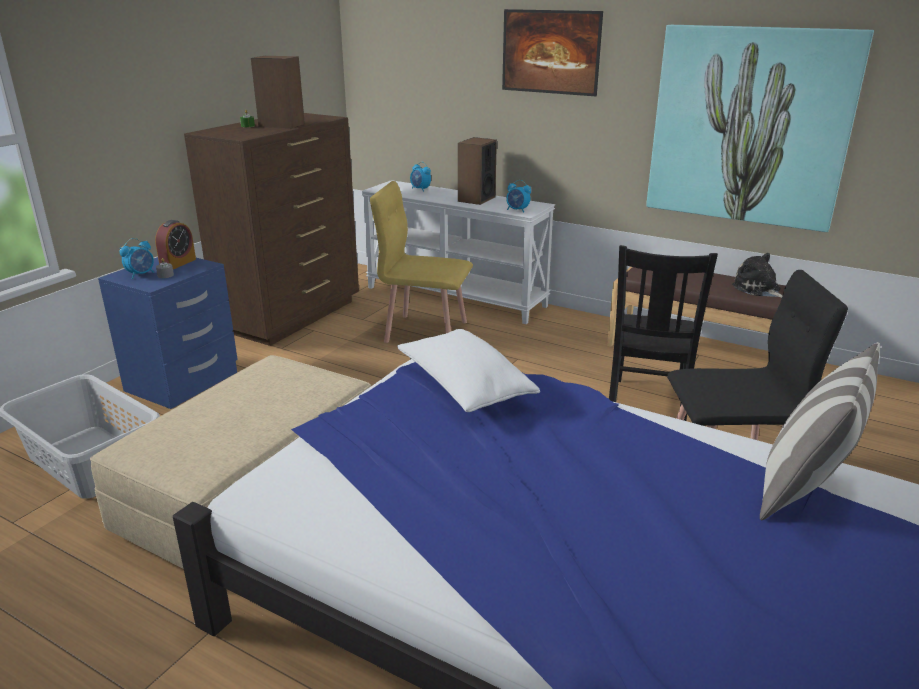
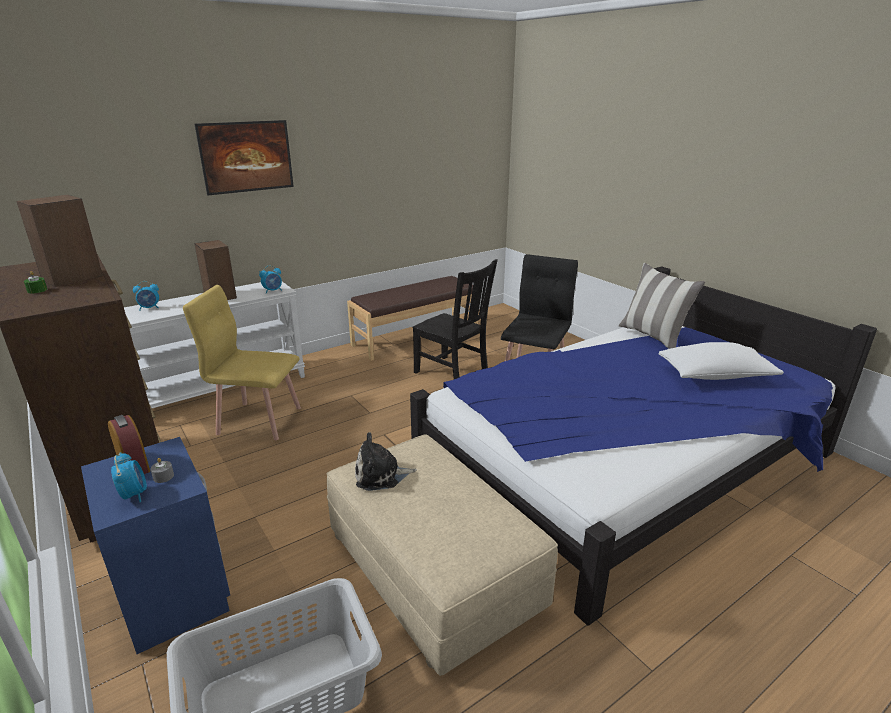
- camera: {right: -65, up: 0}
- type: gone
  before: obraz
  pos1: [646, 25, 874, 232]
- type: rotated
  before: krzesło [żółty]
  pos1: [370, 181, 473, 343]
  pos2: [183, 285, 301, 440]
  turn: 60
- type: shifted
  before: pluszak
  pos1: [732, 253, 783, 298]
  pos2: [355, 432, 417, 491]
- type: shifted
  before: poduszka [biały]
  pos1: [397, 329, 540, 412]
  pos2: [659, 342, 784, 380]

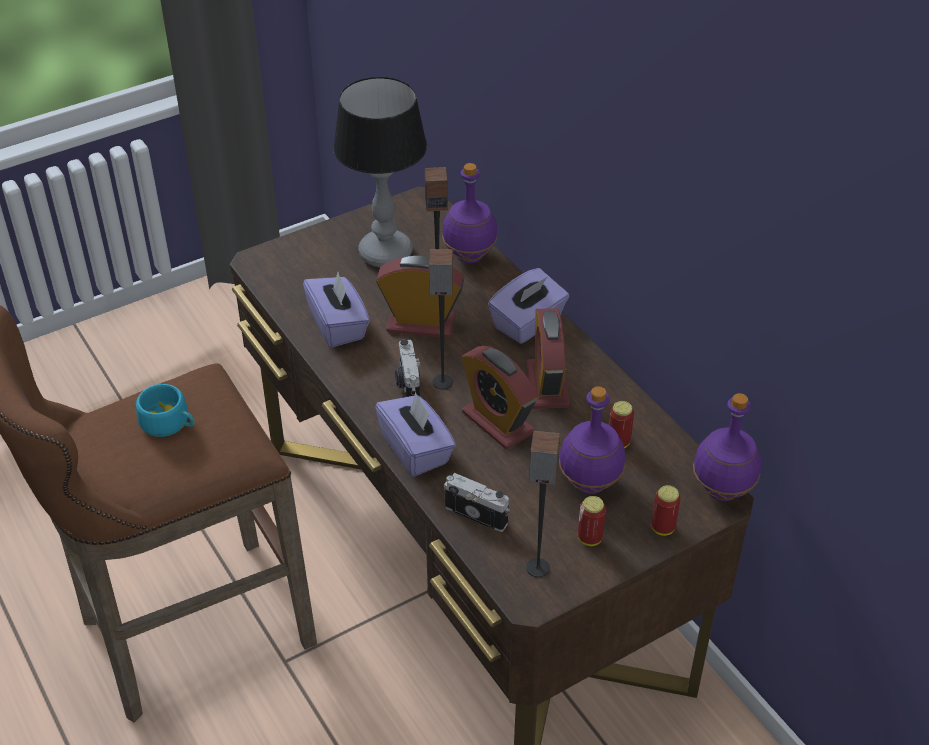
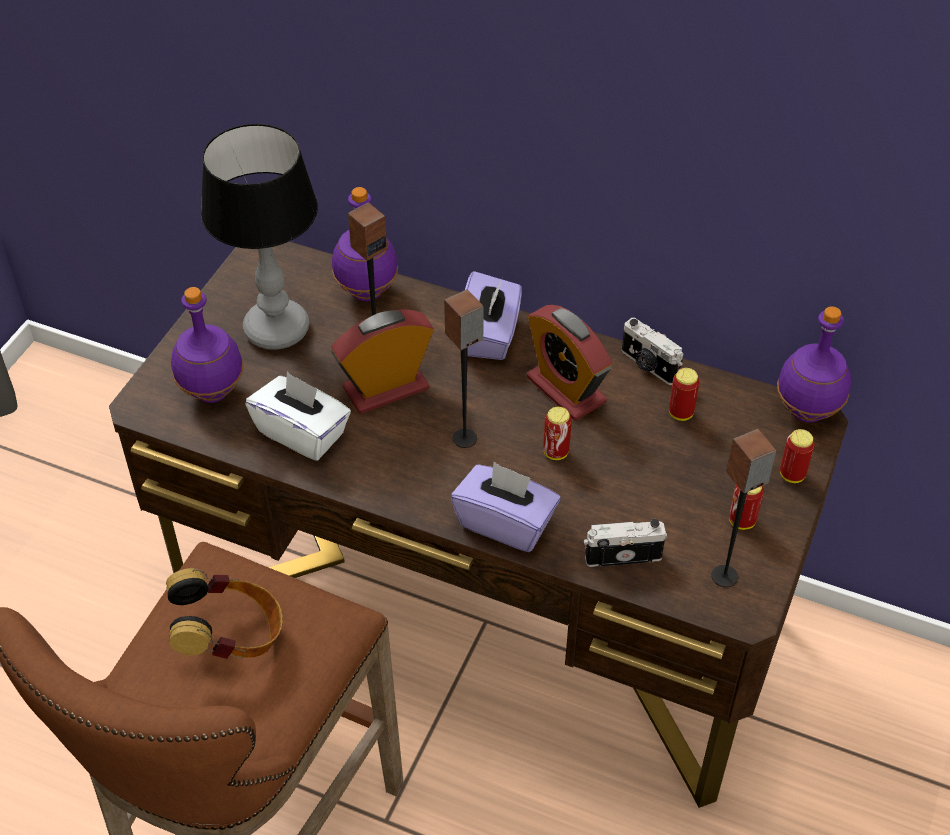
- camera: {right: -35, up: 5}
- type: repainted
  before: pudełko chusteczek [fioletowy]
  after: pudełko chusteczek [biały]
  pos1: [303, 272, 370, 348]
  pos2: [245, 372, 351, 461]
- type: shifted
  before: aparat fotograficzny
  pos1: [395, 339, 421, 397]
  pos2: [622, 318, 683, 385]
- type: swapped
  before: budzik
  after: puszka
  pos1: [462, 346, 538, 449]
  pos2: [543, 407, 572, 460]
- type: swapped
  before: filiżanka [turkusowy]
  after: słuchawki
  pos1: [136, 384, 195, 437]
  pos2: [166, 568, 283, 659]
- type: shifted
  before: butelka [fioletowy]
  pos1: [559, 386, 625, 494]
  pos2: [171, 287, 243, 403]

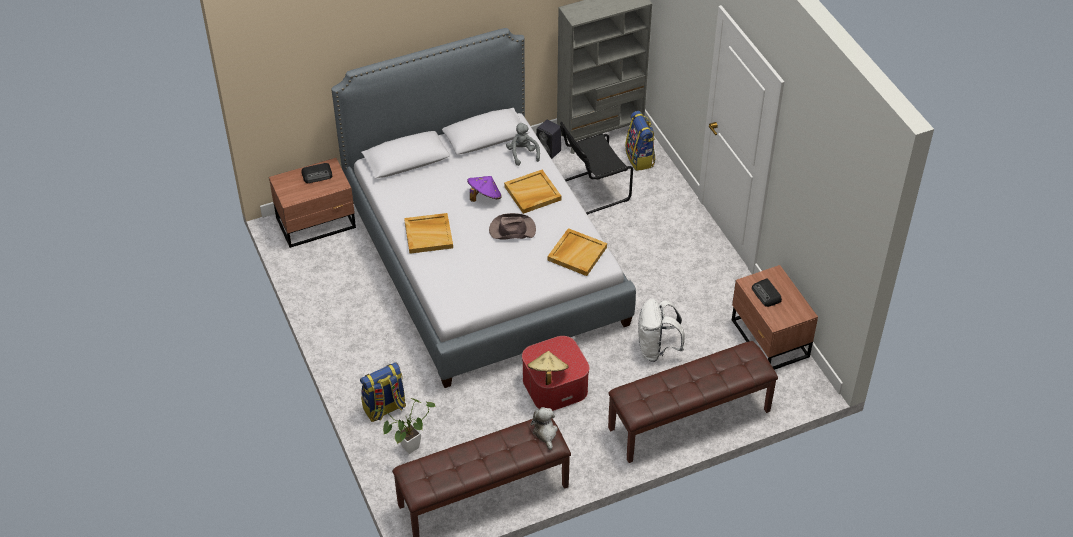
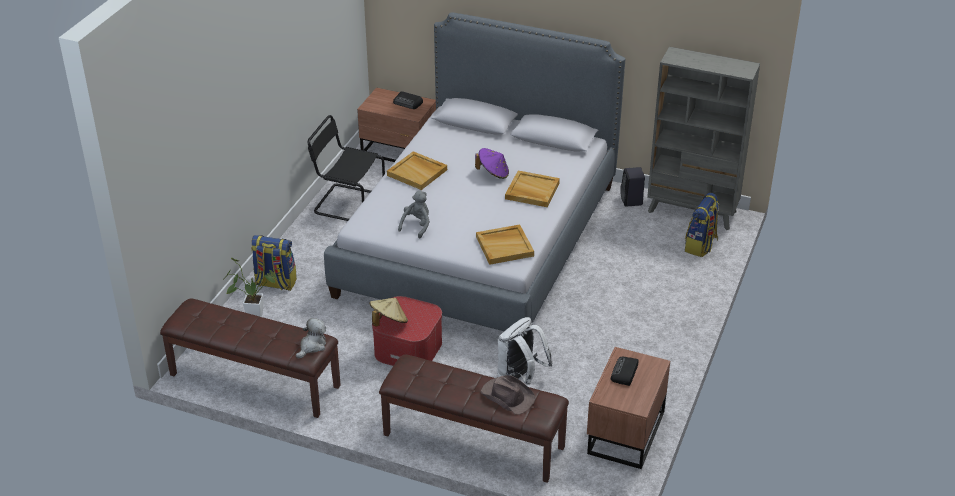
- camera: {right: 45, up: -10}
- type: shifted
  before: krzesło [czarny]
  pos1: [560, 122, 633, 215]
  pos2: [308, 115, 385, 221]
- type: shifted
  before: pluszak [szary]
  pos1: [506, 123, 540, 166]
  pos2: [398, 191, 430, 238]
- type: shifted
  before: kapelusz [brązowy]
  pos1: [489, 213, 536, 240]
  pos2: [481, 375, 535, 415]

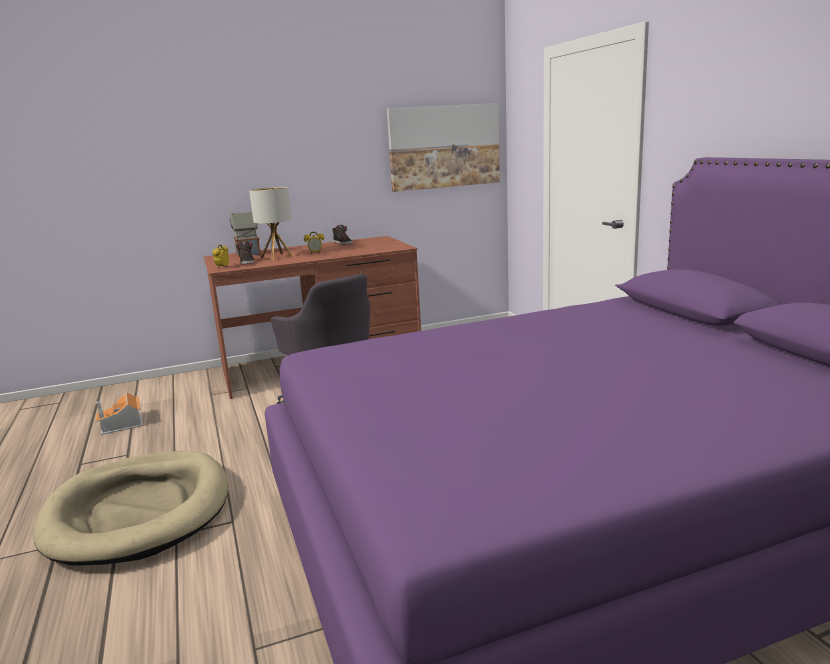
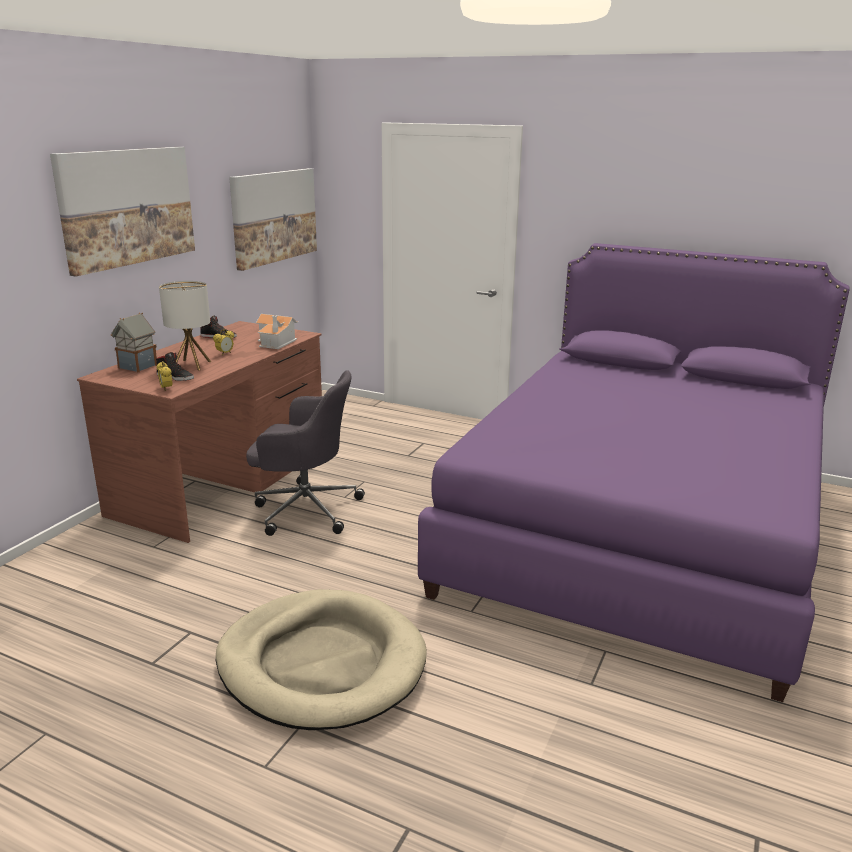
- camera: {right: -45, up: 5}
- type: shifted
  before: domek
  pos1: [96, 392, 143, 435]
  pos2: [256, 314, 298, 349]
- type: new
  after: obraz
  pos2: [50, 147, 195, 277]

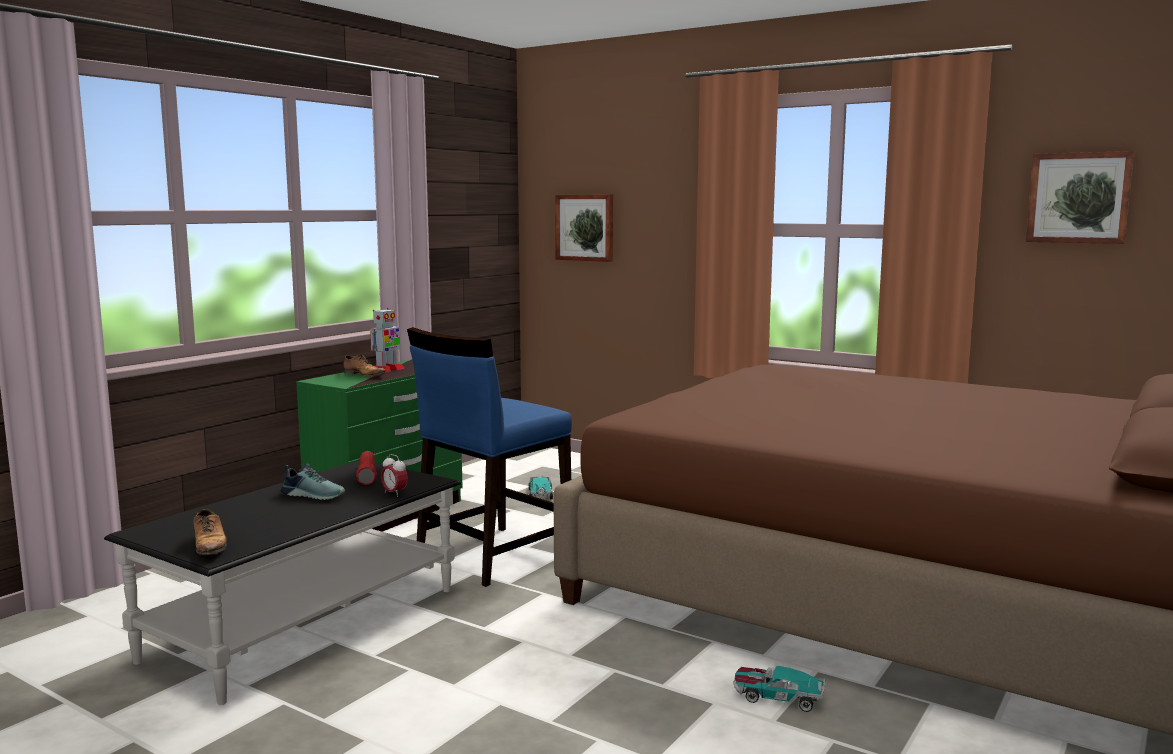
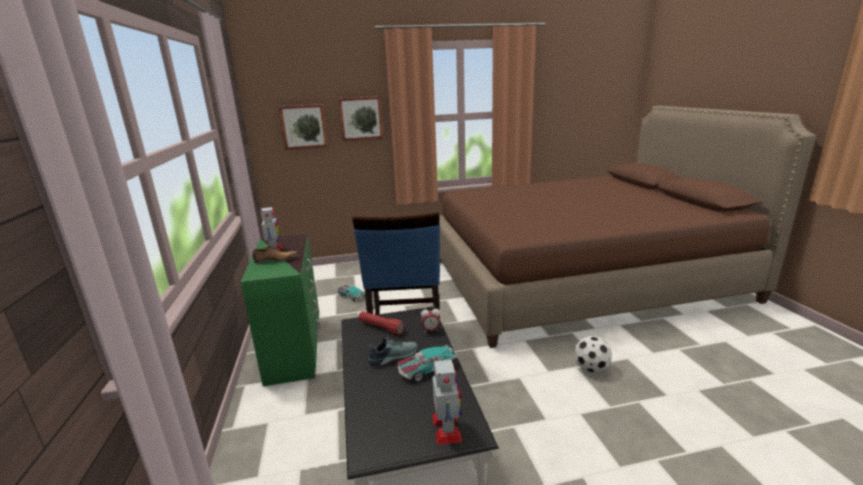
- camera: {right: -45, up: 10}
- type: shifted
  before: obraz
  pos1: [1026, 151, 1135, 244]
  pos2: [338, 96, 384, 141]
- type: swapped
  before: but
  after: robot zabawkowy
  pos1: [193, 509, 227, 555]
  pos2: [432, 357, 462, 445]
- type: shifted
  before: samochodzik
  pos1: [733, 666, 825, 712]
  pos2: [398, 345, 457, 381]
- type: new
  after: piłka futbolowa
  pos2: [574, 336, 612, 373]

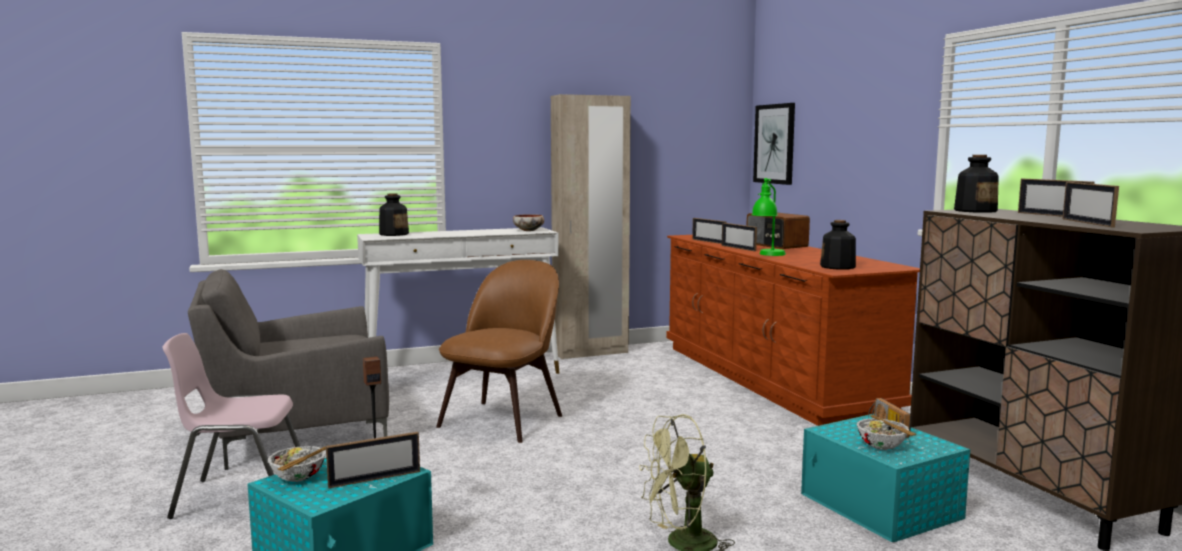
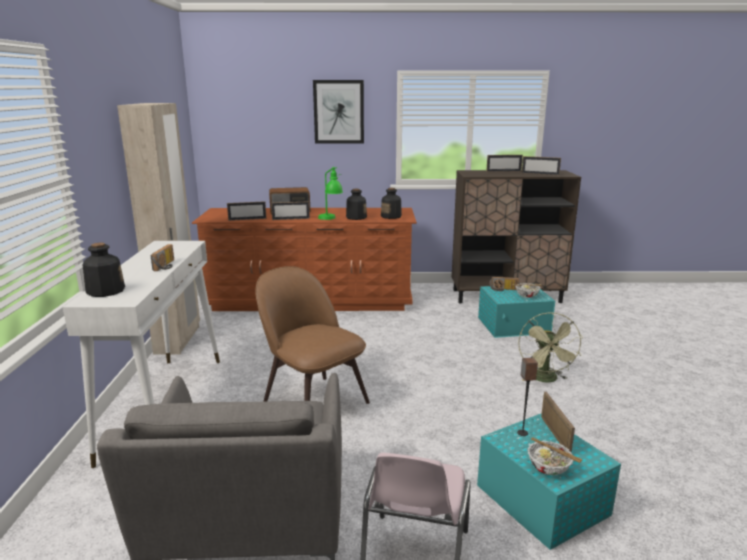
- camera: {right: -70, up: 10}
- type: shifted
  before: obraz
  pos1: [753, 103, 795, 185]
  pos2: [313, 80, 364, 144]
- type: shifted
  before: butelka
  pos1: [954, 155, 999, 213]
  pos2: [346, 189, 367, 220]
- type: gone
  before: miska
  pos1: [513, 214, 544, 231]
- type: new
  after: radio
  pos2: [150, 244, 174, 271]

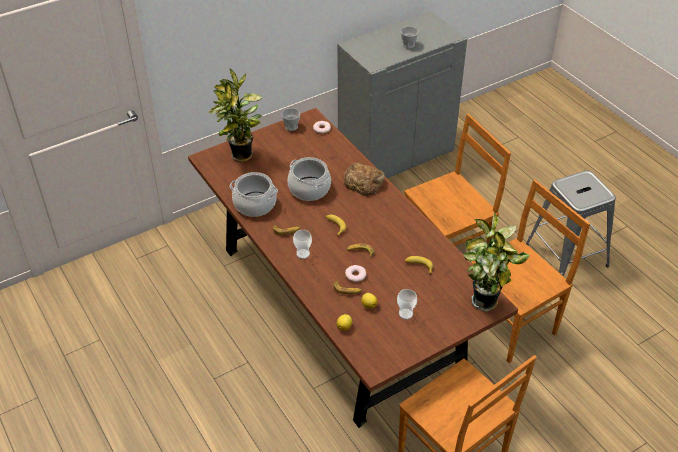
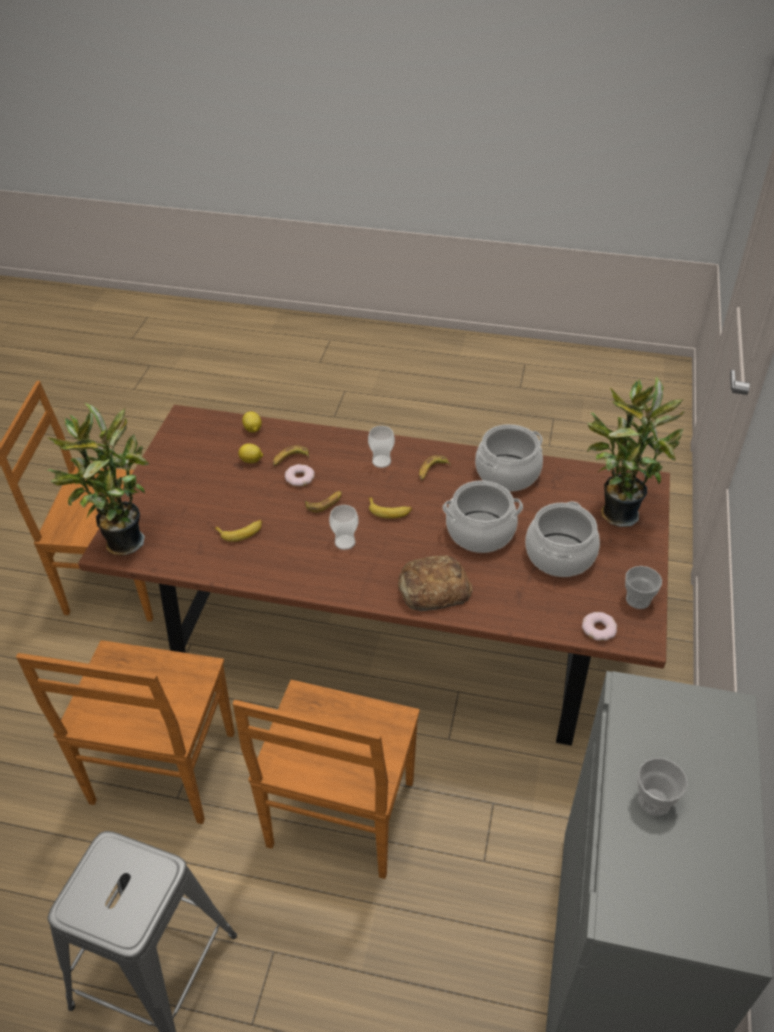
- camera: {right: 135, up: 0}
- type: shifted
  before: filiżanka
  pos1: [397, 289, 417, 320]
  pos2: [329, 505, 359, 550]
- type: new
  after: garnek
  pos2: [525, 501, 600, 577]

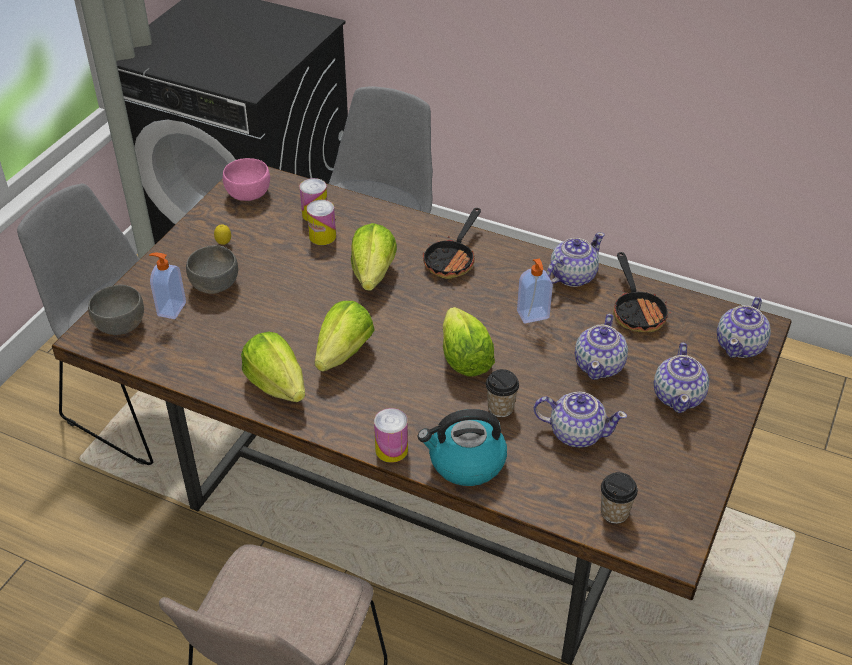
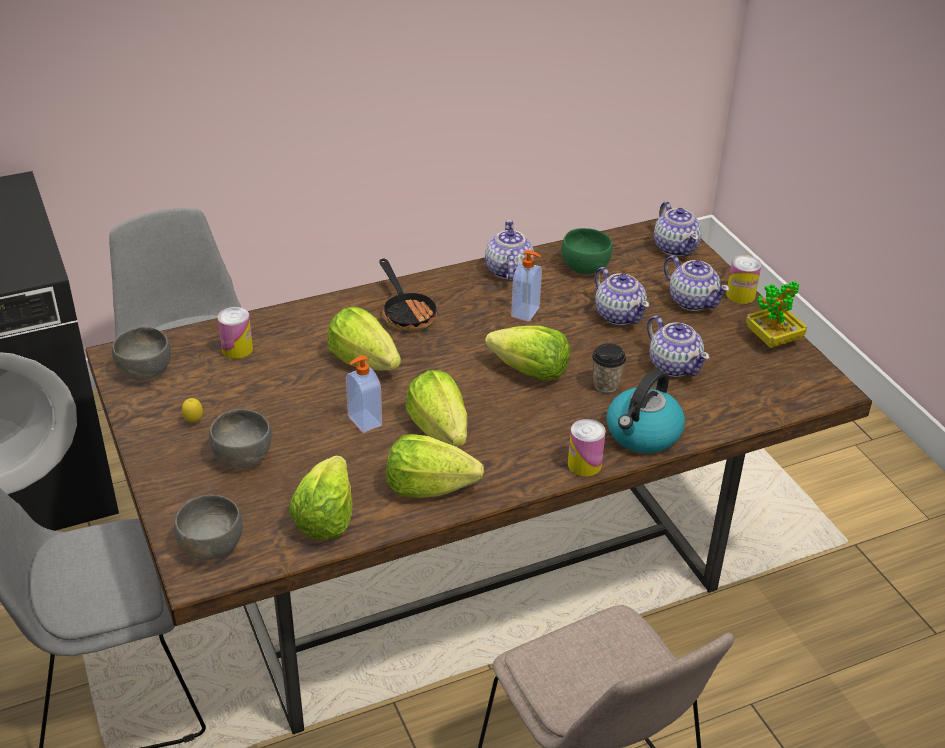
- camera: {right: -50, up: -5}
- type: repainted
  before: miska [różowy]
  after: miska [szary]
  pos1: [223, 158, 270, 201]
  pos2: [112, 327, 171, 380]
- type: shifted
  before: puszka
  pos1: [307, 200, 336, 245]
  pos2: [726, 255, 761, 304]
- type: swapped
  before: patelnia
  after: miska [zielony]
  pos1: [613, 252, 671, 332]
  pos2: [561, 228, 613, 274]
- type: shifted
  before: dozownik mydła
  pos1: [149, 253, 186, 319]
  pos2: [346, 355, 382, 433]
- type: rotated
  before: imbryk
  pos1: [533, 392, 627, 448]
  pos2: [647, 316, 710, 377]
  turn: 90
- type: gone
  before: filiżanka
  pos1: [601, 472, 638, 524]
- type: new
  after: roślina doniczkowa
  pos2: [746, 281, 807, 348]
- type: new
  after: sałata
  pos2: [289, 455, 353, 540]

